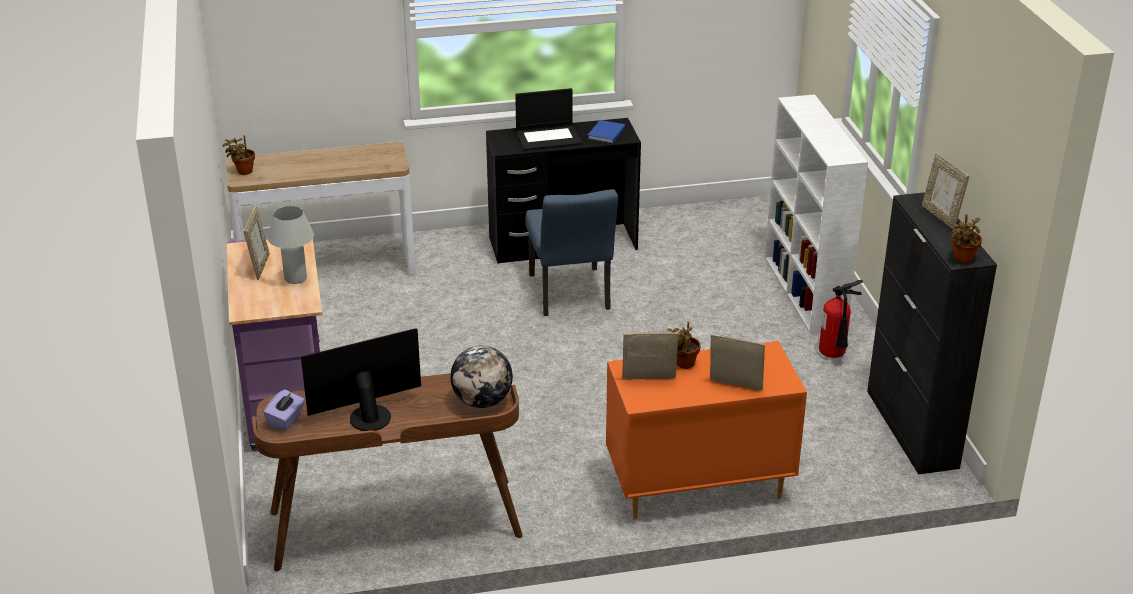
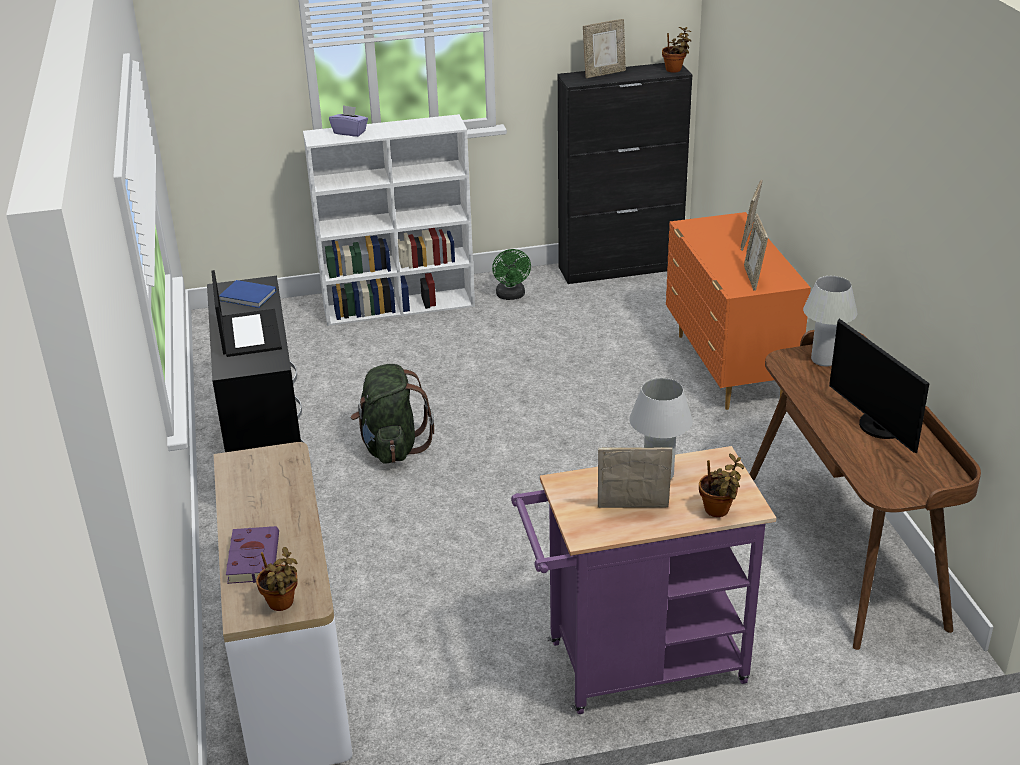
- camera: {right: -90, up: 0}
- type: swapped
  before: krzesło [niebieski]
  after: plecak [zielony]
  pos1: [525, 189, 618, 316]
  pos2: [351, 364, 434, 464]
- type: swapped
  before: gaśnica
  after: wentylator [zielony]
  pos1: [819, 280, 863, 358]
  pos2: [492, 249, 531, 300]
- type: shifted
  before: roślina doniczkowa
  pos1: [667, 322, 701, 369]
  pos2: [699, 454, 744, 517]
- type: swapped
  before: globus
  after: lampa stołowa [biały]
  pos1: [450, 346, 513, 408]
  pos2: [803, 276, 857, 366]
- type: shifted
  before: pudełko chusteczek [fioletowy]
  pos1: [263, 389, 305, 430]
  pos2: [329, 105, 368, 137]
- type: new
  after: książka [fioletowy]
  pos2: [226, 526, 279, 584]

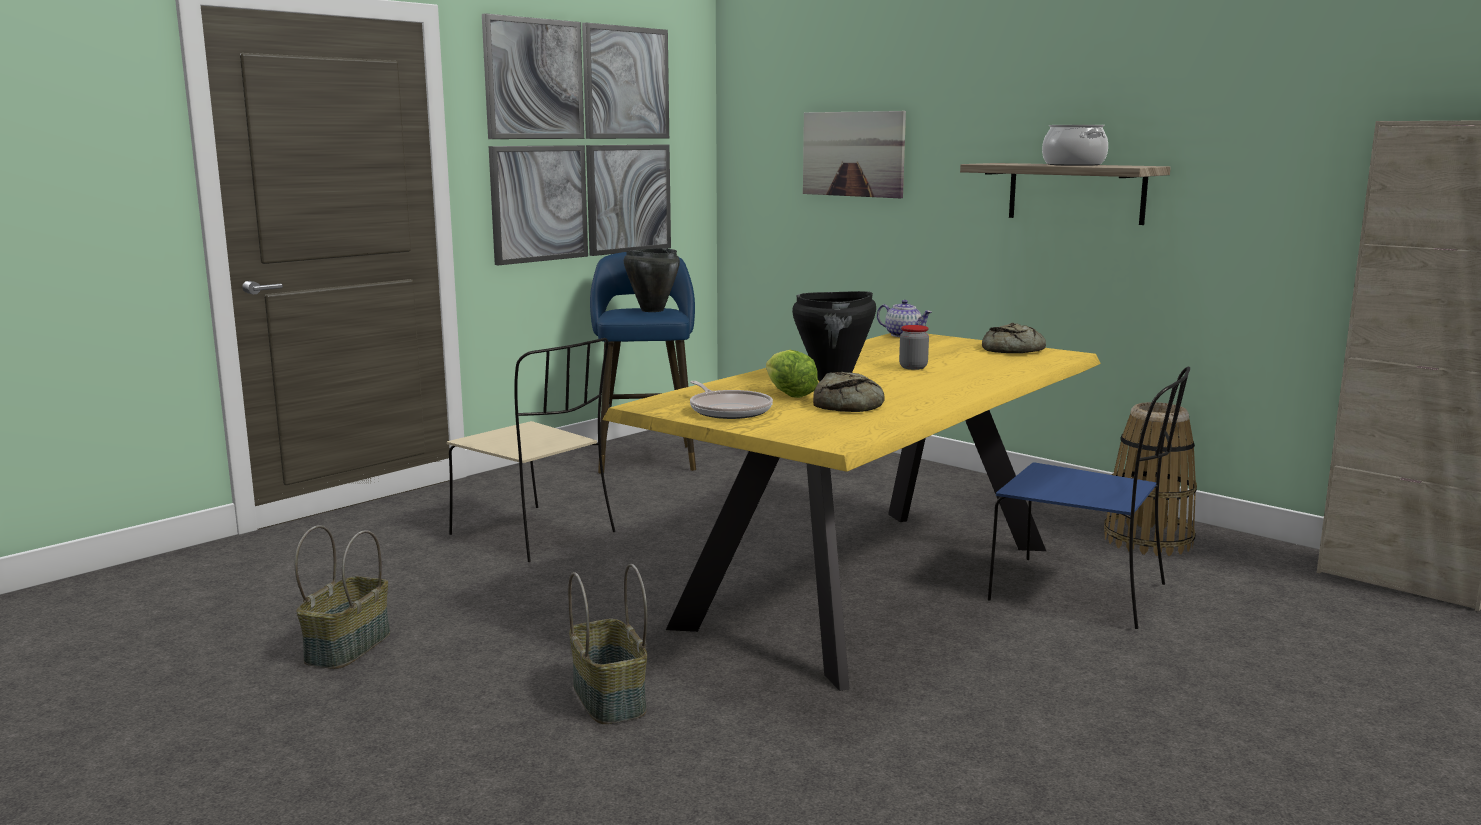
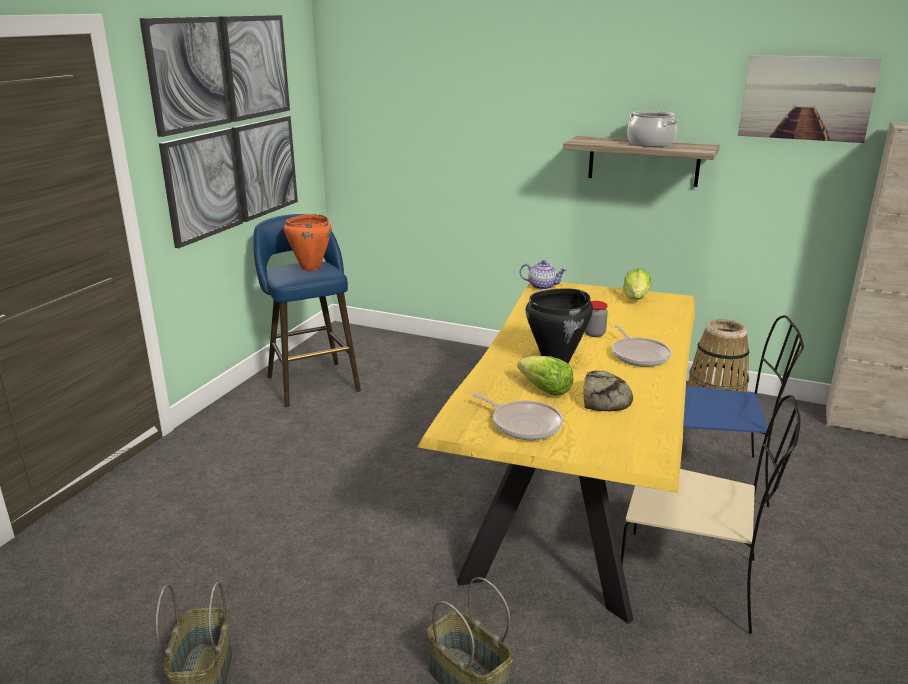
- camera: {right: -20, up: 10}
- type: shifted
  before: obraz
  pos1: [803, 111, 906, 198]
  pos2: [738, 55, 882, 143]
- type: repainted
  before: garnek [czarny]
  after: garnek [pomarańczowy]
  pos1: [624, 248, 680, 312]
  pos2: [284, 214, 331, 271]
- type: swapped
  before: chleb
  after: sałata
  pos1: [982, 323, 1046, 353]
  pos2: [623, 268, 651, 300]
- type: shifted
  before: krzesło [beżowy]
  pos1: [447, 338, 615, 562]
  pos2: [621, 395, 801, 634]
- type: new
  after: patelnia
  pos2: [612, 325, 671, 367]

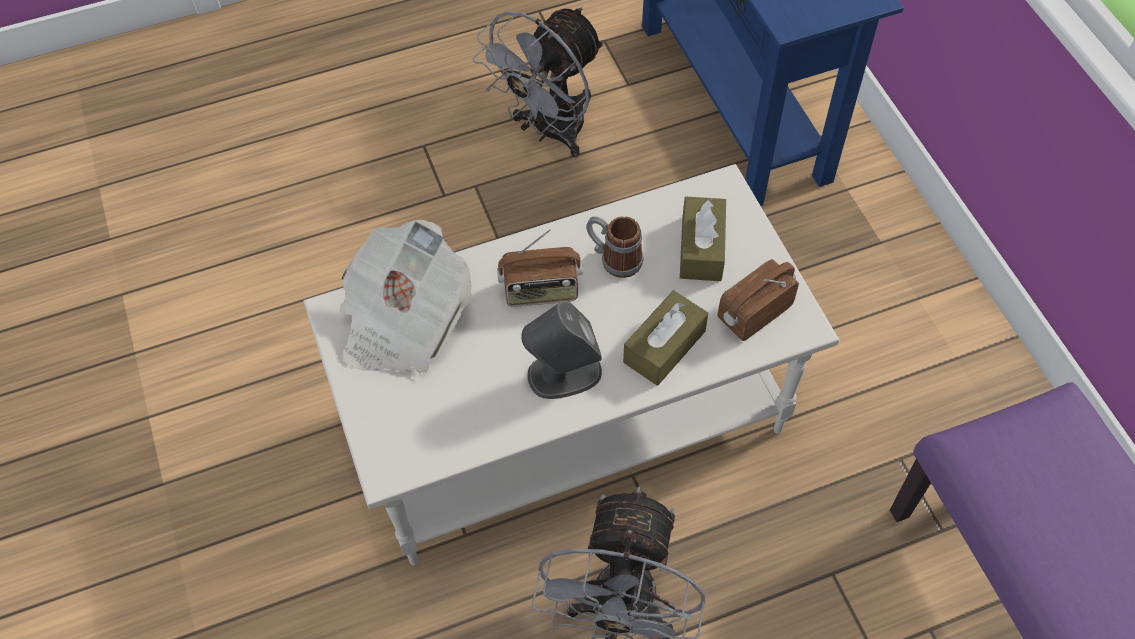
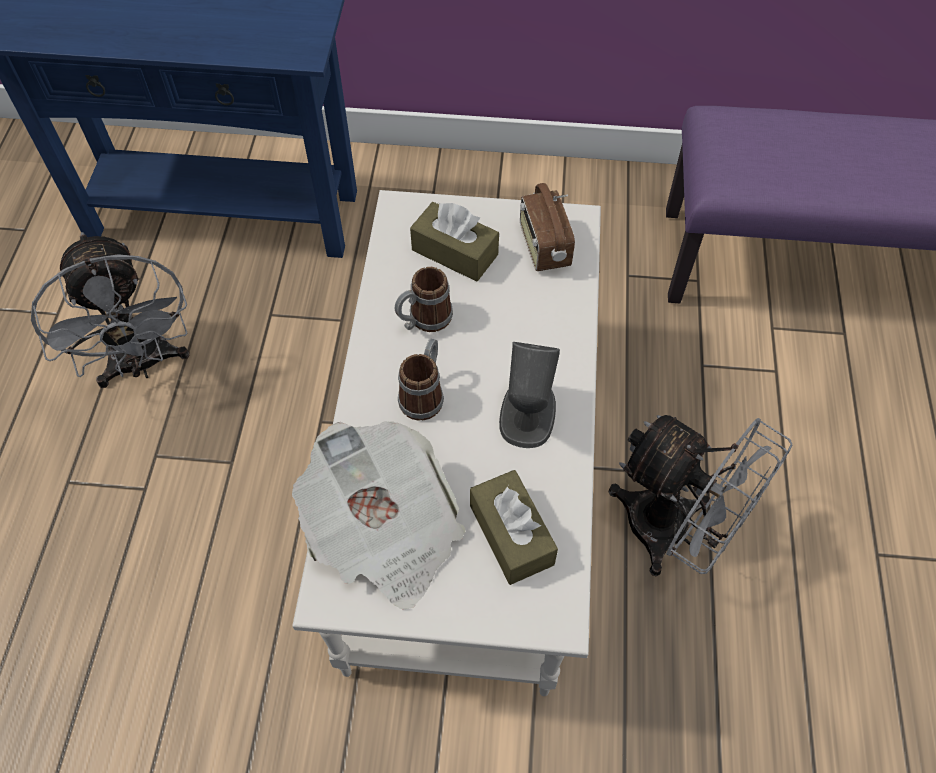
- camera: {right: -65, up: 0}
- type: swapped
  before: radio
  after: kubek
  pos1: [497, 229, 583, 307]
  pos2: [398, 339, 444, 421]
- type: shifted
  before: pudełko chusteczek [brązowy]
  pos1: [623, 290, 708, 386]
  pos2: [470, 470, 558, 585]

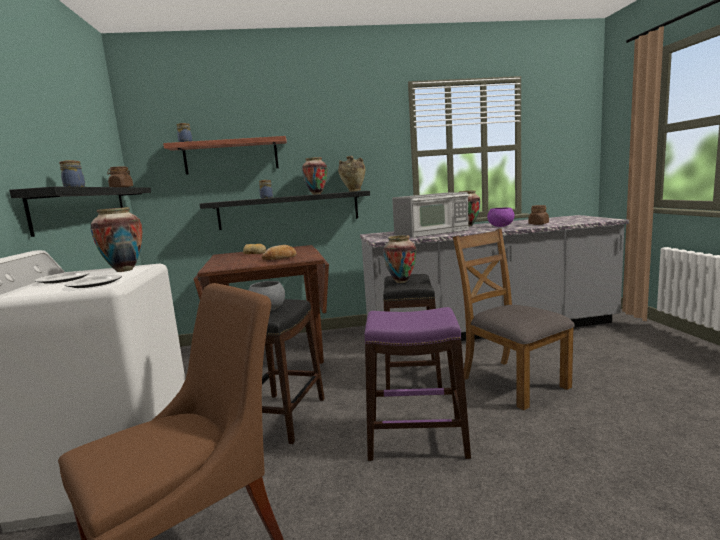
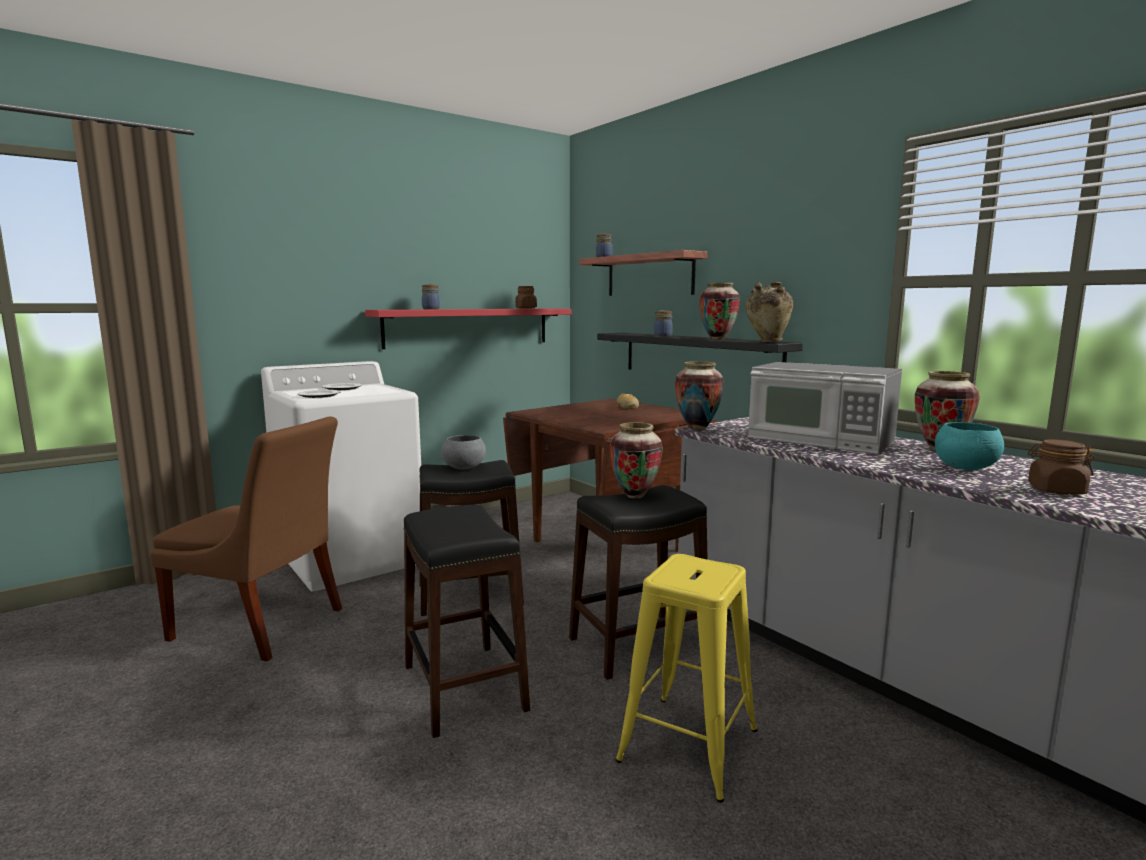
- camera: {right: 60, up: 0}
- type: repainted
  before: półka [czarny]
  after: półka [czerwony]
  pos1: [9, 187, 151, 237]
  pos2: [365, 308, 571, 349]
- type: shifted
  before: wazon
  pos1: [91, 207, 142, 272]
  pos2: [675, 361, 724, 430]
- type: repainted
  before: miska [fioletowy]
  after: miska [turkusowy]
  pos1: [487, 207, 515, 227]
  pos2: [935, 422, 1004, 470]
- type: swapped
  before: krzesło [brązowy]
  after: stołek [żółty]
  pos1: [453, 229, 575, 410]
  pos2: [615, 554, 758, 803]
- type: gone
  before: chleb
  pos1: [262, 245, 296, 260]
- type: repainted
  before: stołek [fioletowy]
  after: stołek [czarny]
  pos1: [364, 307, 471, 461]
  pos2: [404, 505, 530, 738]

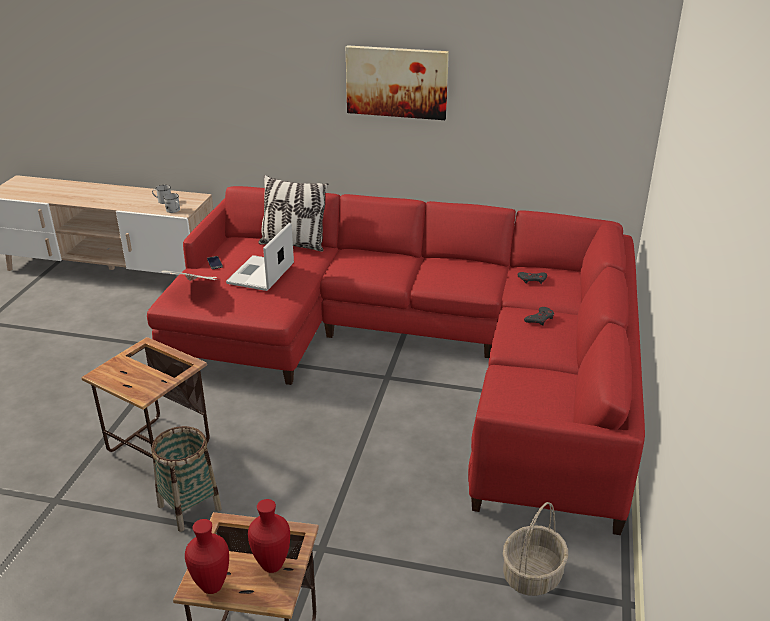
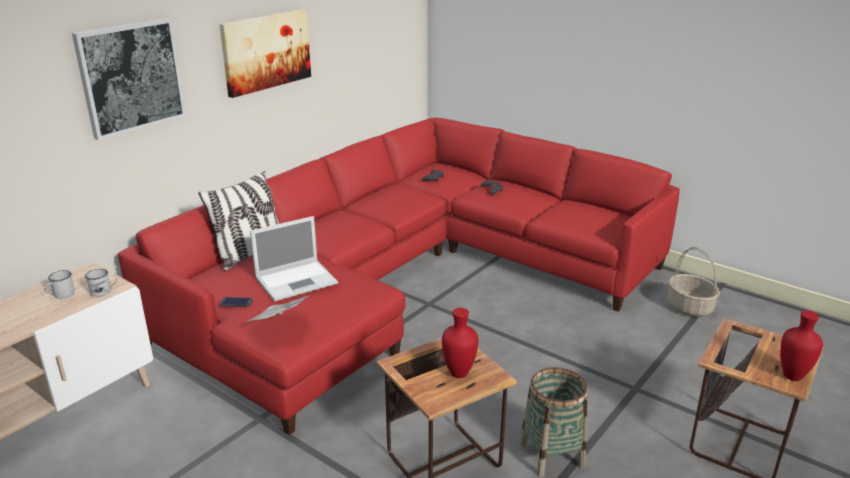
- camera: {right: -65, up: -5}
- type: rotated
  before: laptop
  pos1: [226, 223, 294, 291]
  pos2: [250, 216, 338, 302]
  turn: -75
- type: shifted
  before: wazon [czerwony]
  pos1: [248, 499, 290, 573]
  pos2: [442, 308, 478, 378]
- type: new
  after: obraz
  pos2: [72, 18, 186, 140]

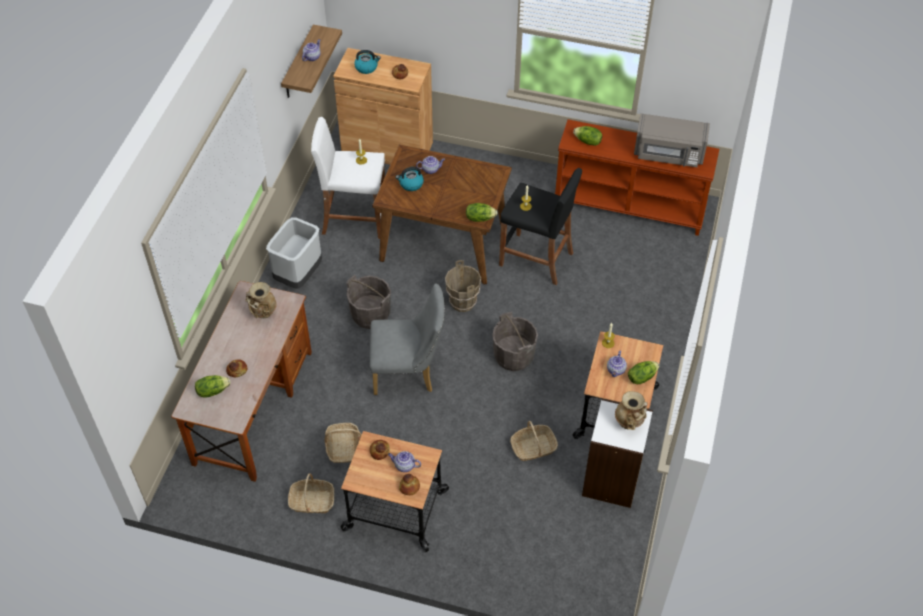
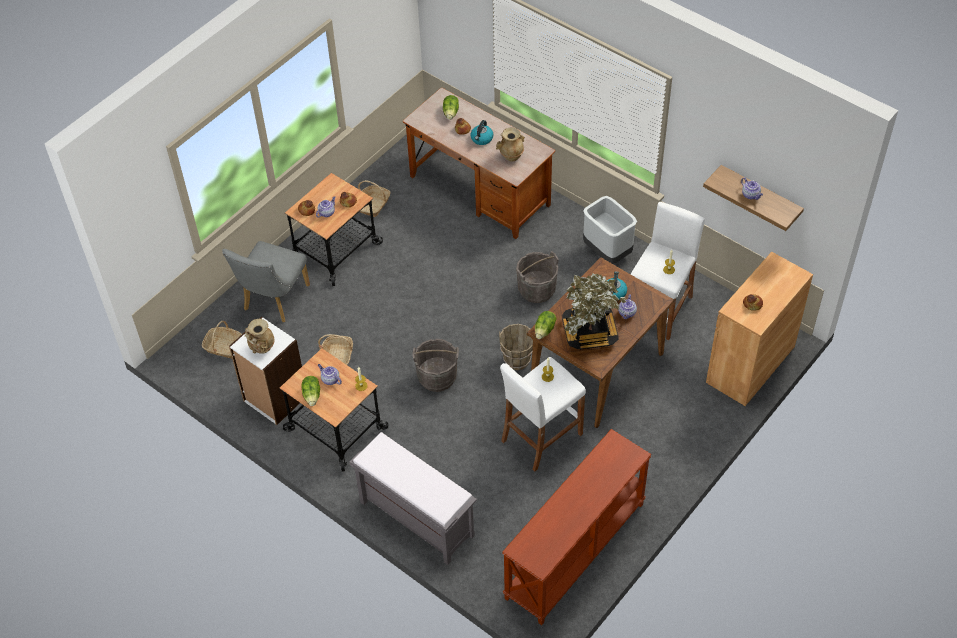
- camera: {right: 115, up: 0}
- type: shifted
  before: czajnik
  pos1: [354, 50, 381, 74]
  pos2: [471, 120, 493, 145]
- type: gone
  before: mikrofalówka [szary]
  pos1: [634, 113, 710, 167]
- type: gone
  before: sałata
  pos1: [573, 126, 602, 146]
- type: repainted
  before: stołek [czarny]
  after: stołek [biały]
  pos1: [499, 168, 582, 285]
  pos2: [500, 357, 586, 472]
- type: shifted
  before: krzesło [szary]
  pos1: [370, 284, 445, 395]
  pos2: [222, 241, 310, 322]
- type: shifted
  before: koszyk
  pos1: [325, 423, 361, 463]
  pos2: [202, 321, 242, 359]
- type: new
  after: roślina doniczkowa
  pos2: [562, 274, 627, 350]
- type: new
  after: ławka [szary]
  pos2: [349, 432, 477, 565]

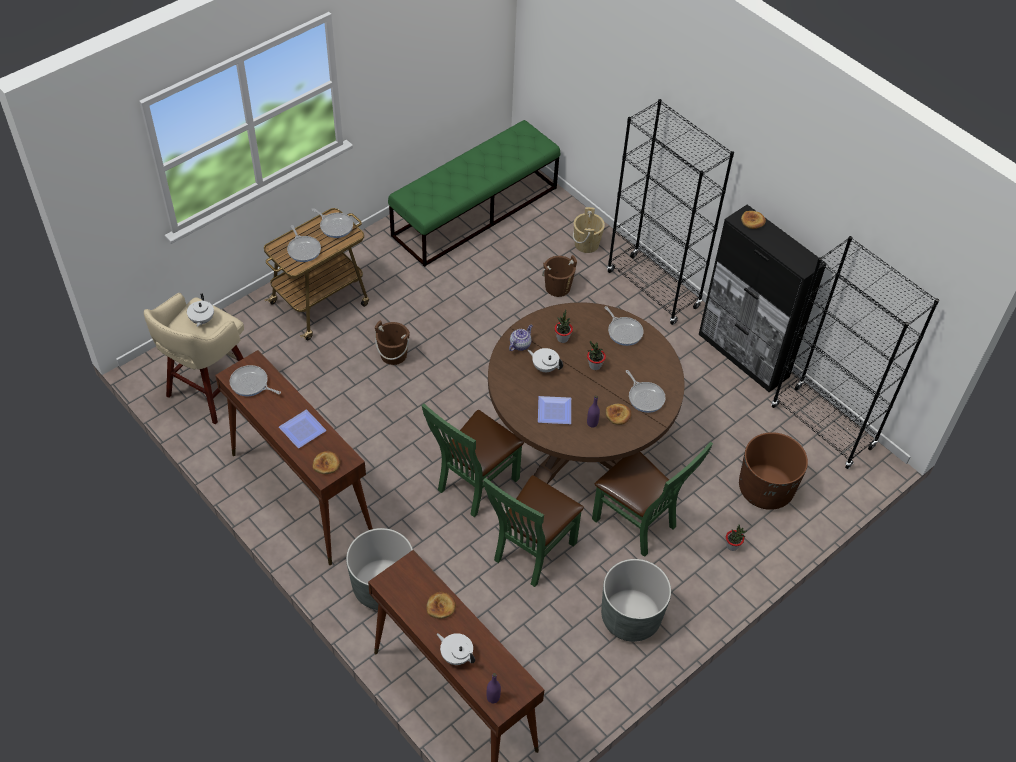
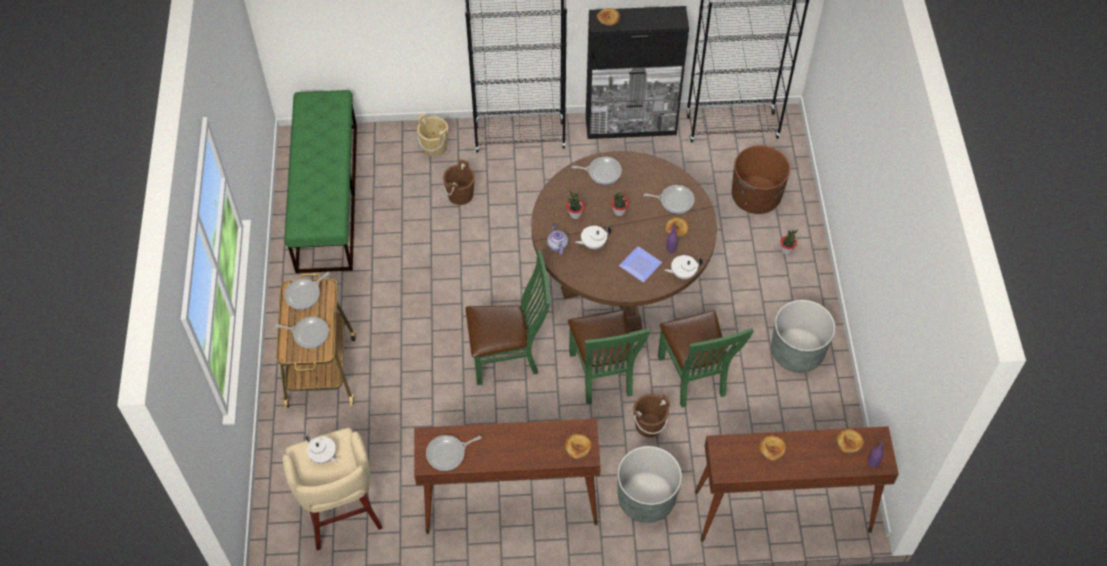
- camera: {right: -50, up: 5}
- type: rotated
  before: patelnia
  pos1: [312, 208, 353, 238]
  pos2: [284, 271, 330, 309]
  turn: 150
- type: shifted
  before: wiadro [brązowy]
  pos1: [375, 321, 410, 365]
  pos2: [633, 394, 670, 437]
- type: gone
  before: talerz
  pos1: [279, 410, 326, 448]
- type: shifted
  before: krzesło [zielony]
  pos1: [592, 441, 713, 557]
  pos2: [466, 250, 550, 385]
- type: shifted
  before: imbryk [biały]
  pos1: [437, 633, 475, 665]
  pos2: [665, 255, 703, 279]
- type: new
  after: chleb
  pos2: [837, 428, 864, 453]

